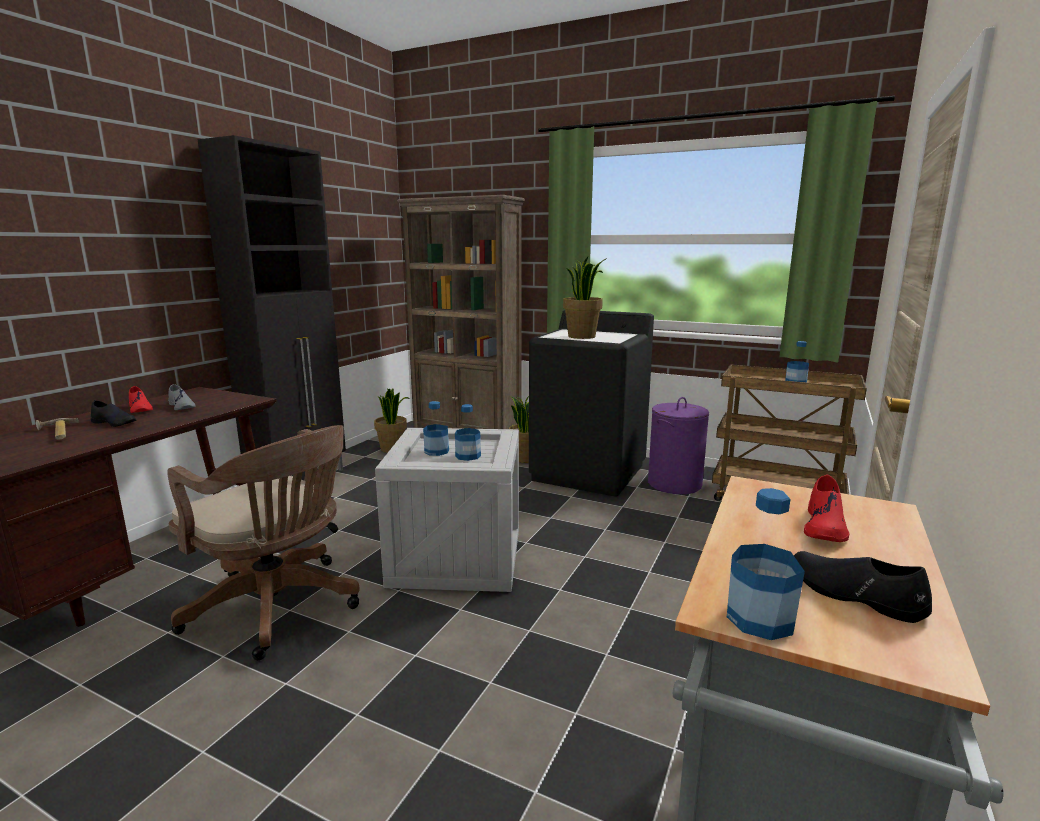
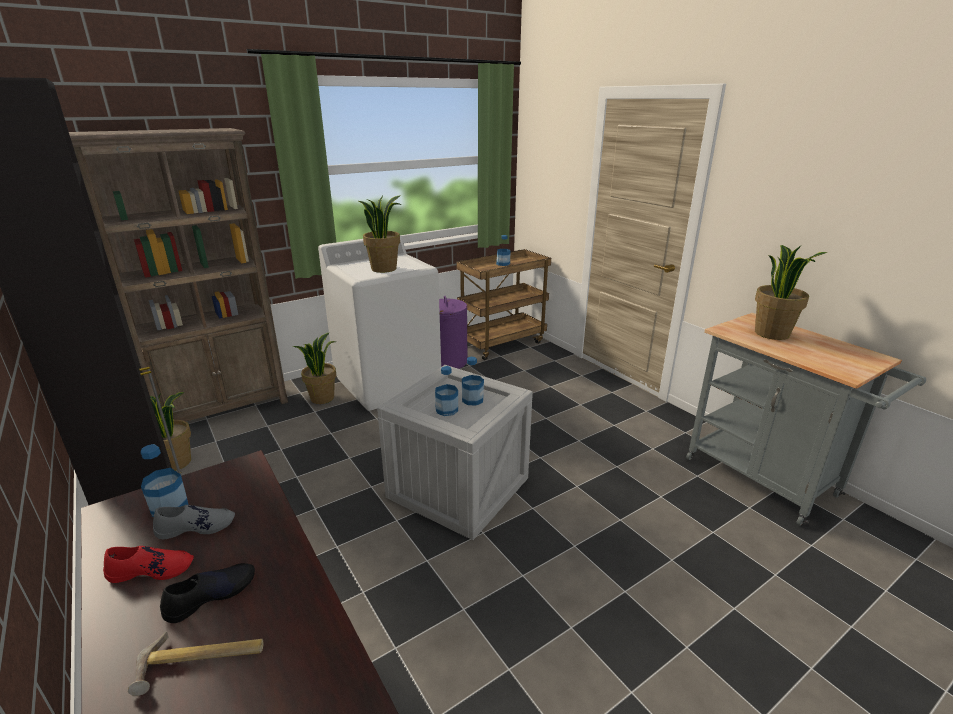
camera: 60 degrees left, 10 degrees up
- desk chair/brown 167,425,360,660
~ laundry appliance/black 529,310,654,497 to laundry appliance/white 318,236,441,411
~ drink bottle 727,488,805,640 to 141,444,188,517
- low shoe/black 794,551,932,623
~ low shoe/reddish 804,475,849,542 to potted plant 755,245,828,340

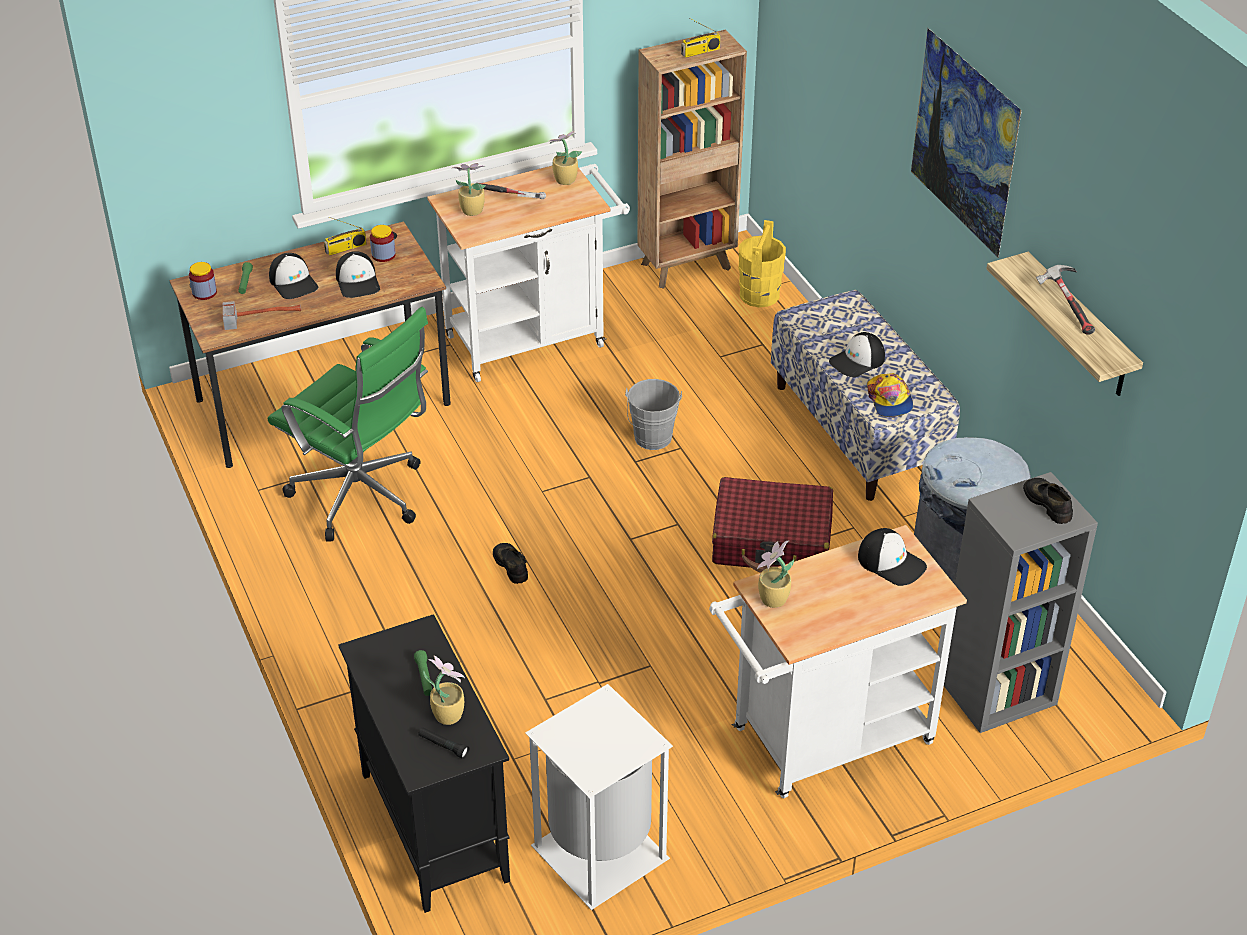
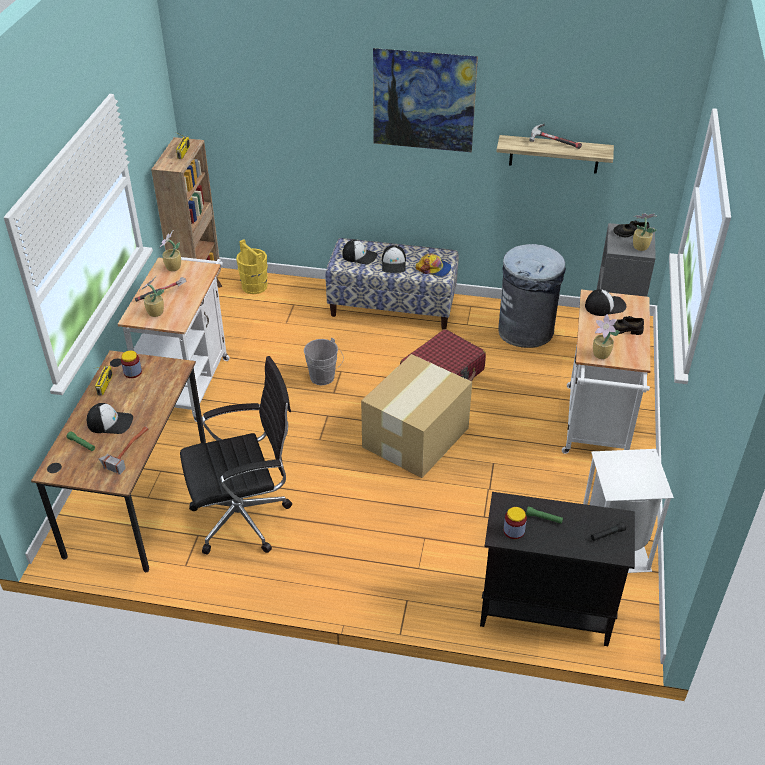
camera: 55 degrees left, 0 degrees up
~ storage jar 189,262,217,300 to 503,507,527,539
~ desk chair/green-coloured 268,307,428,541 to desk chair/black 180,356,292,555
~ peaked cap 336,251,380,298 to 342,239,377,264
~ potted plant 423,656,465,725 to 633,214,657,251
~ low shoe/black 493,543,528,584 to 613,316,644,335
+ carton 361,354,472,478

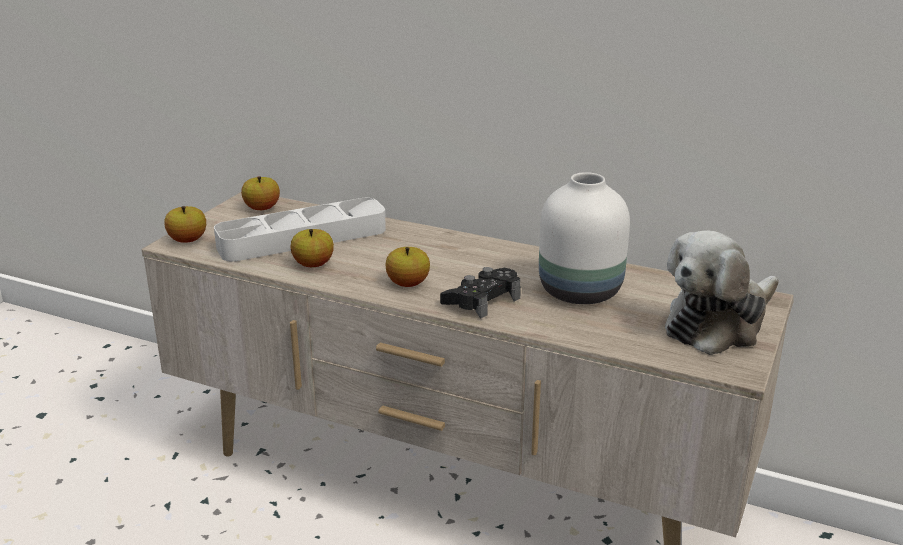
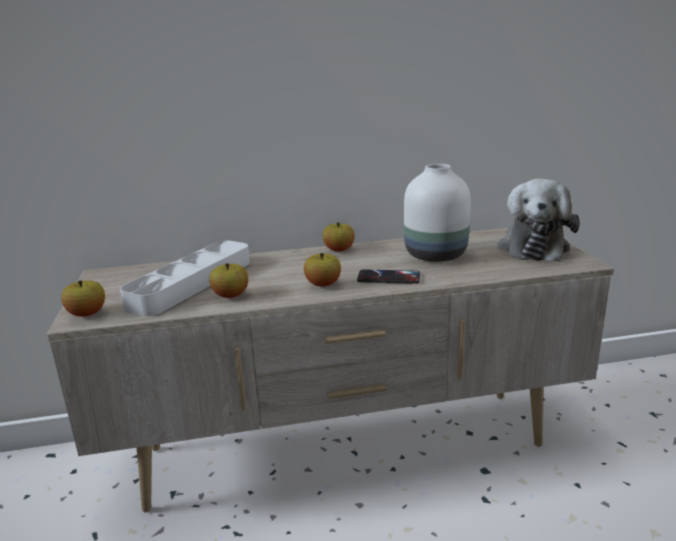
camera: 35 degrees left, 5 degrees down
~ whole apple 241,176,280,210 to 323,222,355,252
~ joypad/black 440,267,521,319 to phone 357,270,420,284

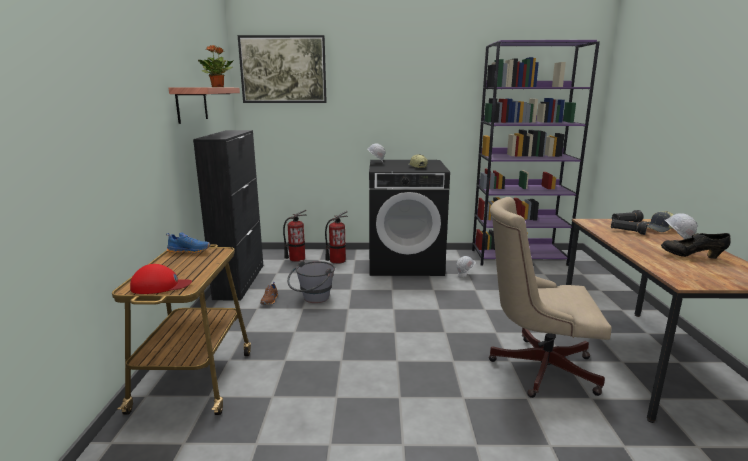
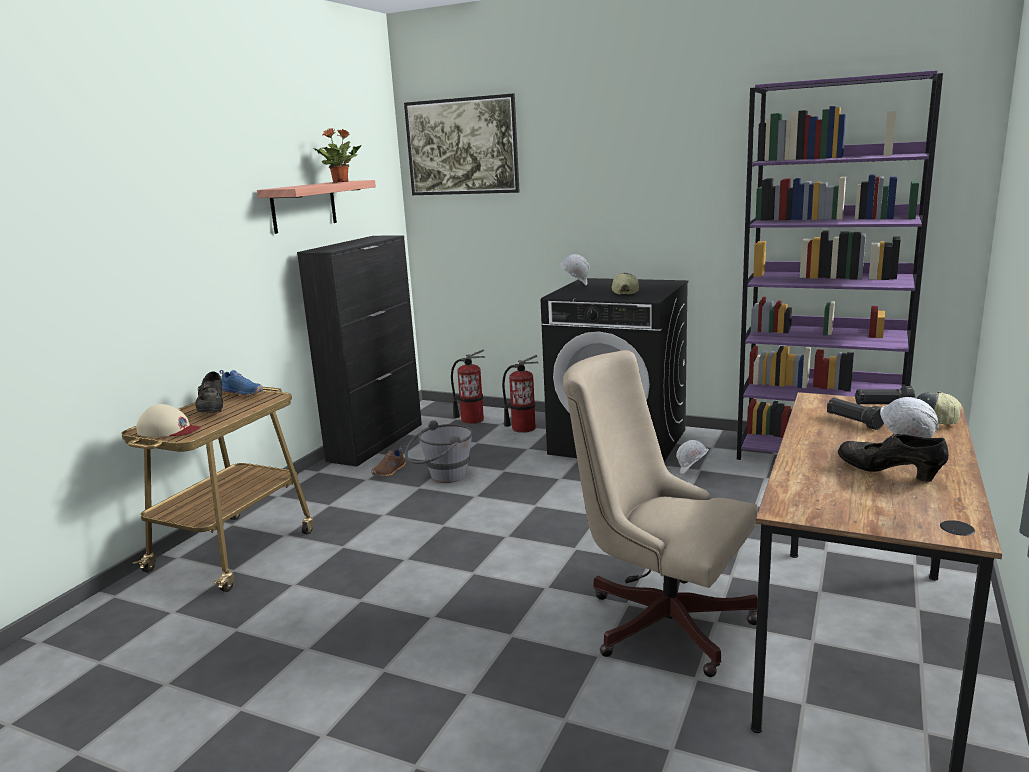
camera: 25 degrees right, 0 degrees up
~ peaked cap/reddish 130,264,192,294 to peaked cap/beige 136,404,201,437
+ low shoe/black 195,372,223,413

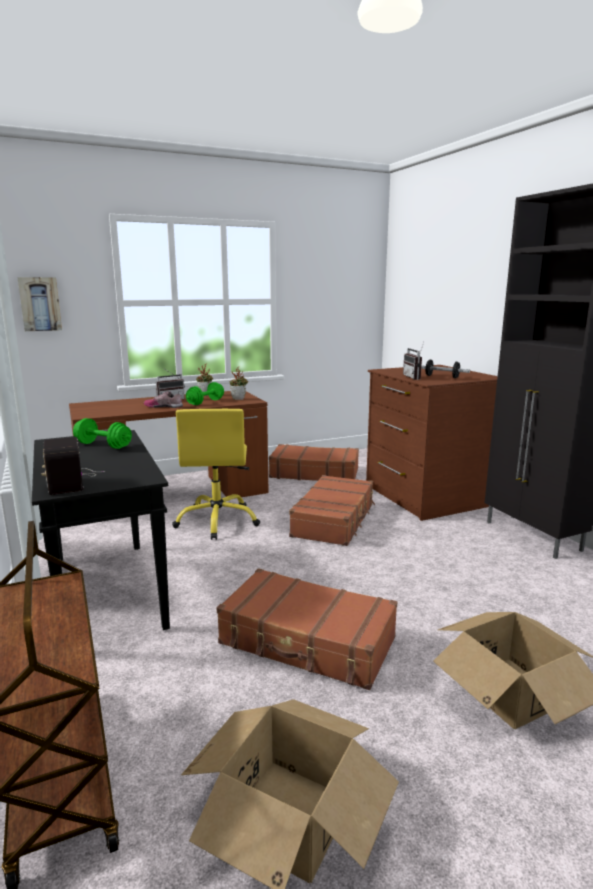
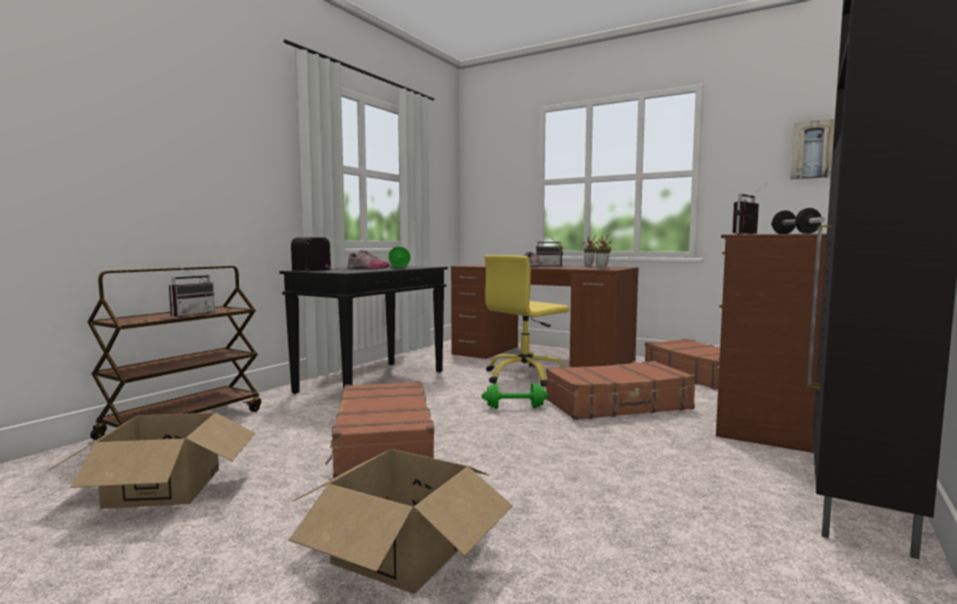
camera: 55 degrees right, 10 degrees down
~ wall picture 17,277,62,331 to 790,119,835,180
~ free weight/green-coloured 186,382,224,405 to 482,383,548,409
+ radio 169,265,215,317
+ low shoe 347,250,390,269

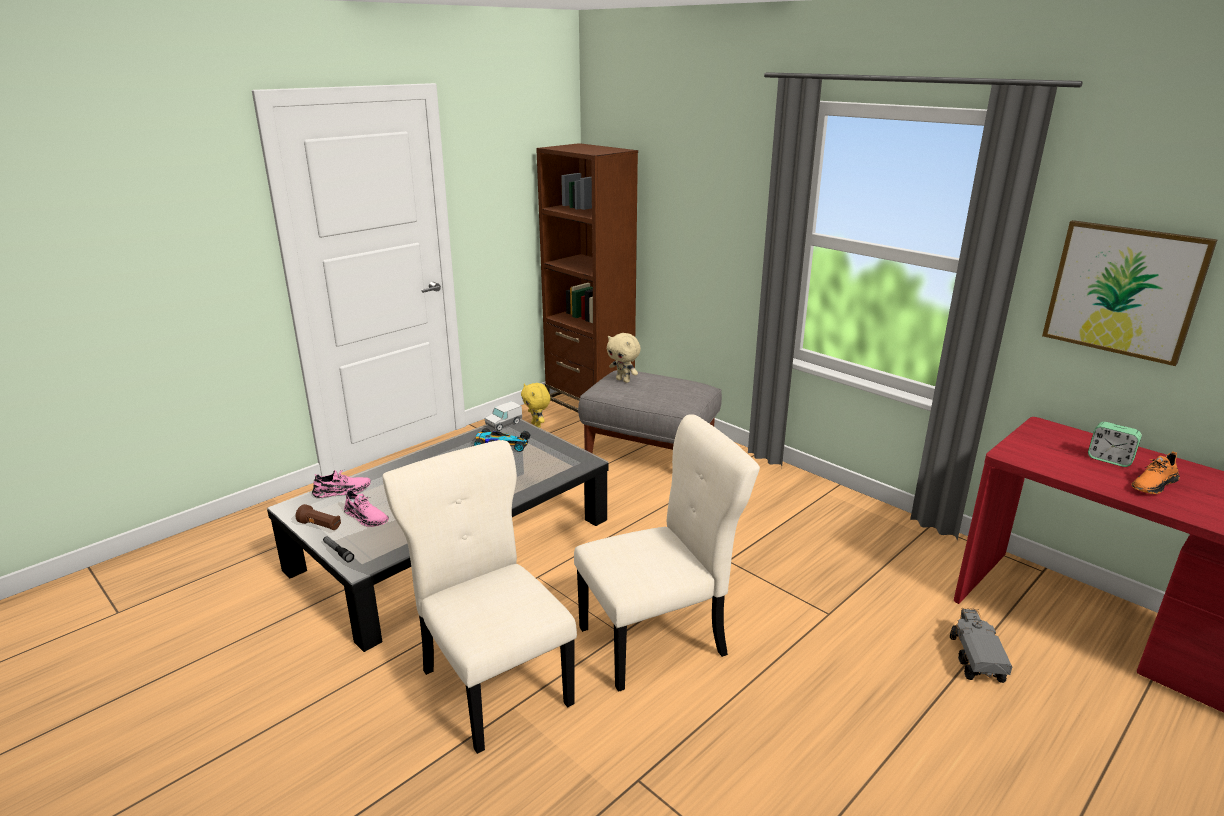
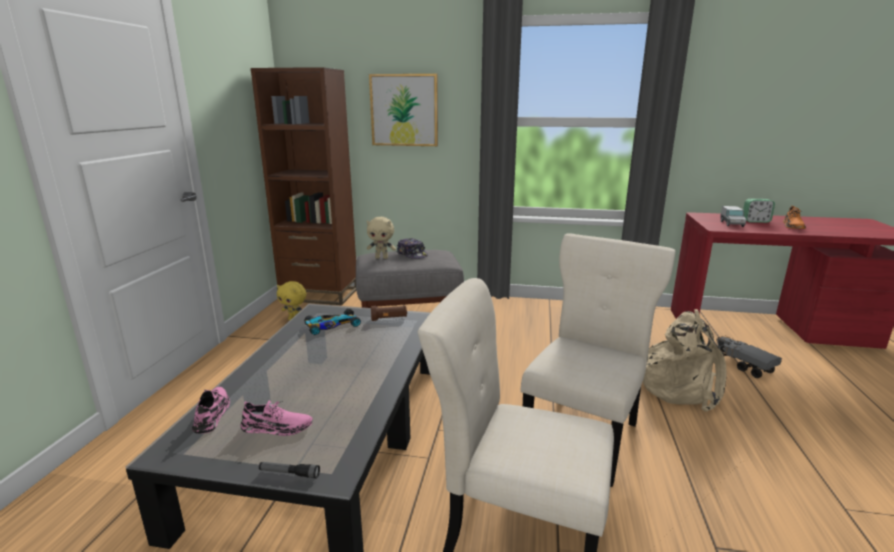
camera: 35 degrees left, 5 degrees down
~ torch/brown 295,504,341,530 to 371,306,407,321
~ low shoe/pink-coloured 312,470,371,498 = 192,387,230,434 45 degrees counterclockwise
~ model truck 485,401,522,431 to 720,206,747,227
~ wall picture 1042,220,1218,366 to 369,74,438,146
+ peaked cap 397,238,428,259
+ knapsack/beige 643,309,726,412

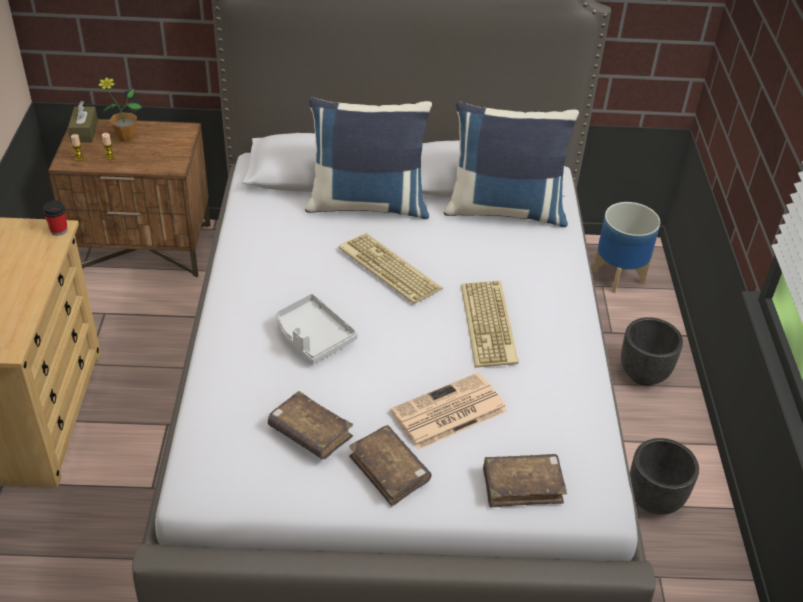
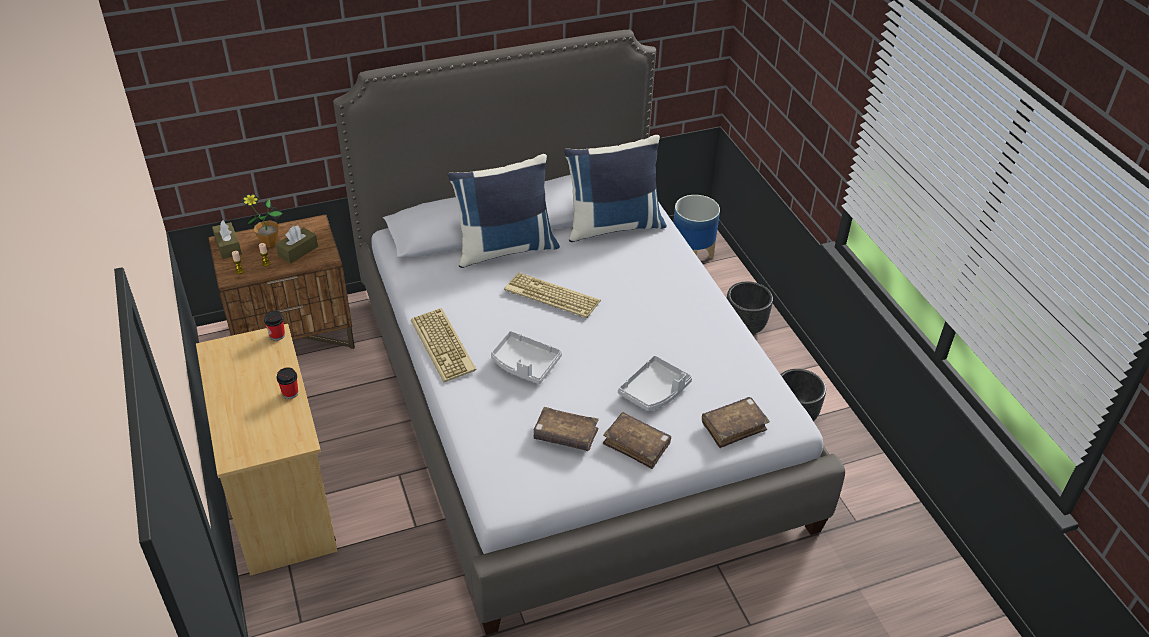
camera: 20 degrees left, 0 degrees up
~ printed paper 390,373,507,450 to tray/grey 618,355,692,411
~ computer keyboard 461,281,519,368 to 411,308,476,383
+ tissue box/brown 276,225,318,264
+ small cup 276,368,298,399

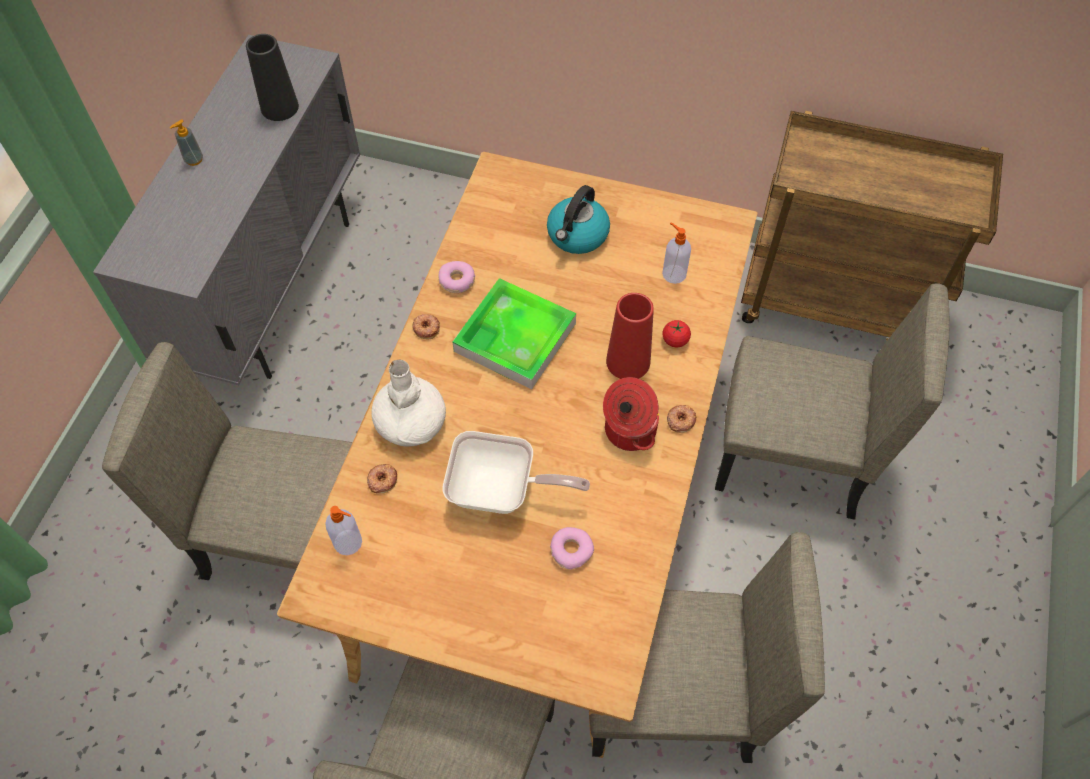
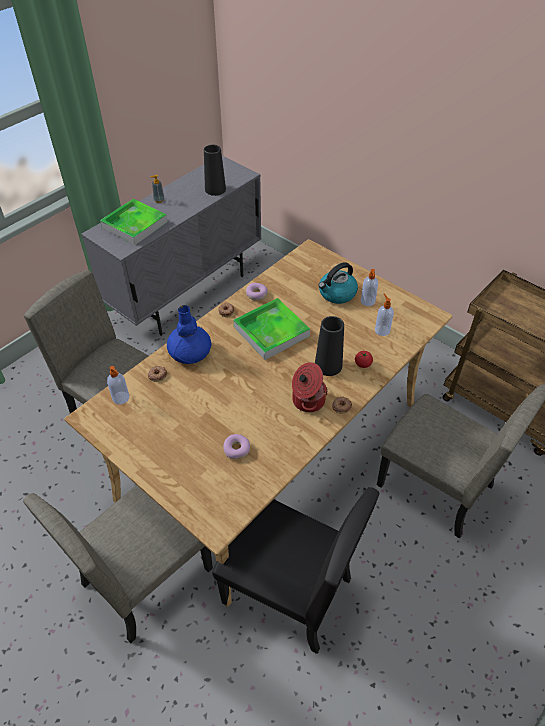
camera: 25 degrees right, 10 degrees down
~ decorative vase/white 372,360,446,447 to decorative vase/bluish 167,305,212,364
- skillet 442,431,590,514
~ plain chair/beige 589,532,825,763 to plain chair/black 212,487,380,654
~ decorative vase/reddish 606,293,654,379 to decorative vase/black 315,316,344,376
+ tray 100,199,168,245
+ liquid soap bottle 361,269,378,306

